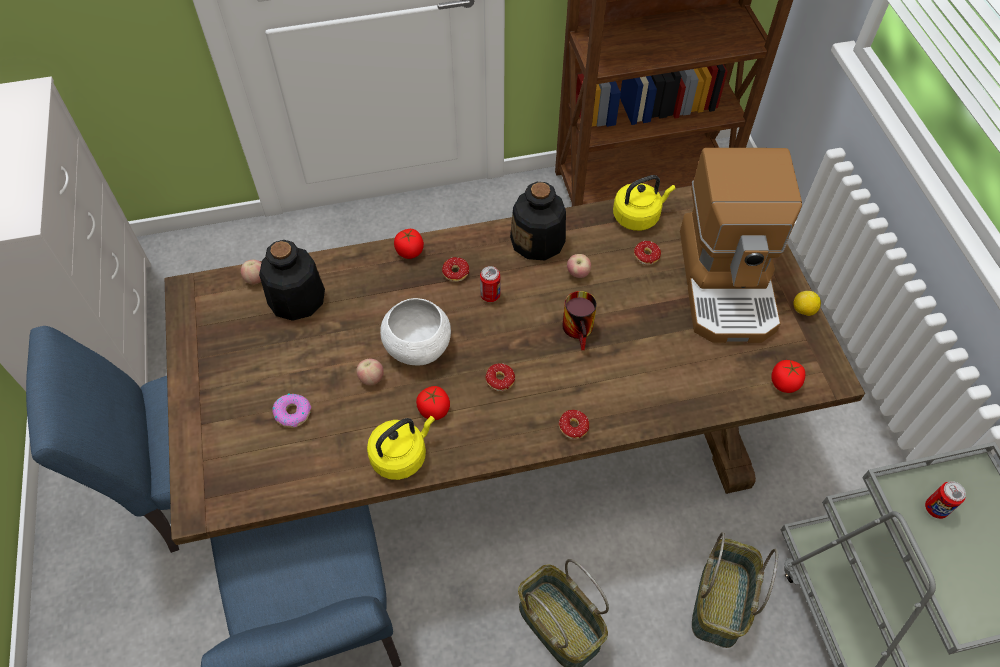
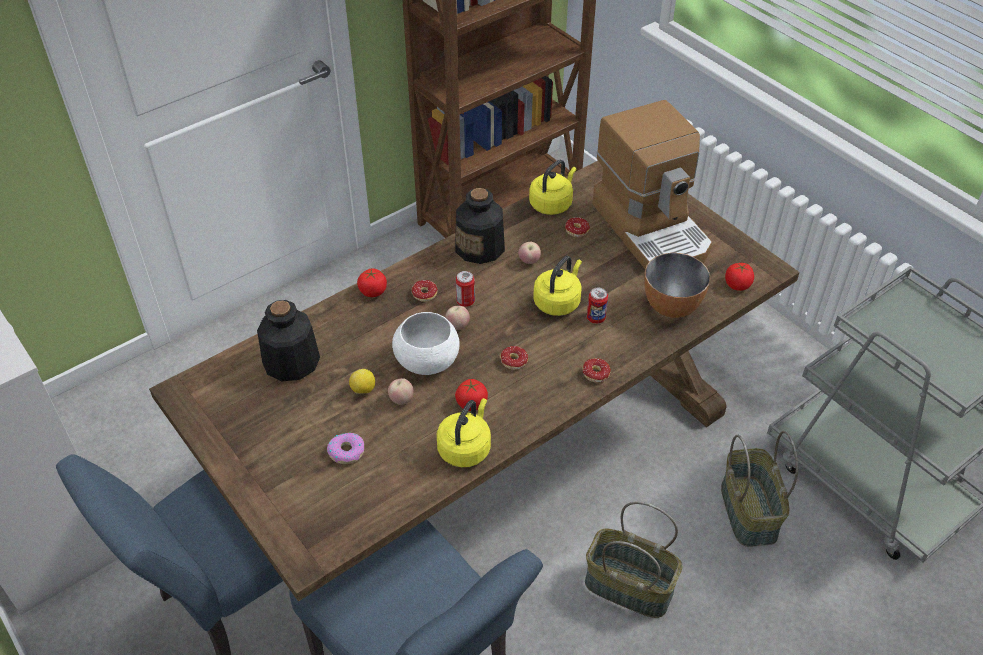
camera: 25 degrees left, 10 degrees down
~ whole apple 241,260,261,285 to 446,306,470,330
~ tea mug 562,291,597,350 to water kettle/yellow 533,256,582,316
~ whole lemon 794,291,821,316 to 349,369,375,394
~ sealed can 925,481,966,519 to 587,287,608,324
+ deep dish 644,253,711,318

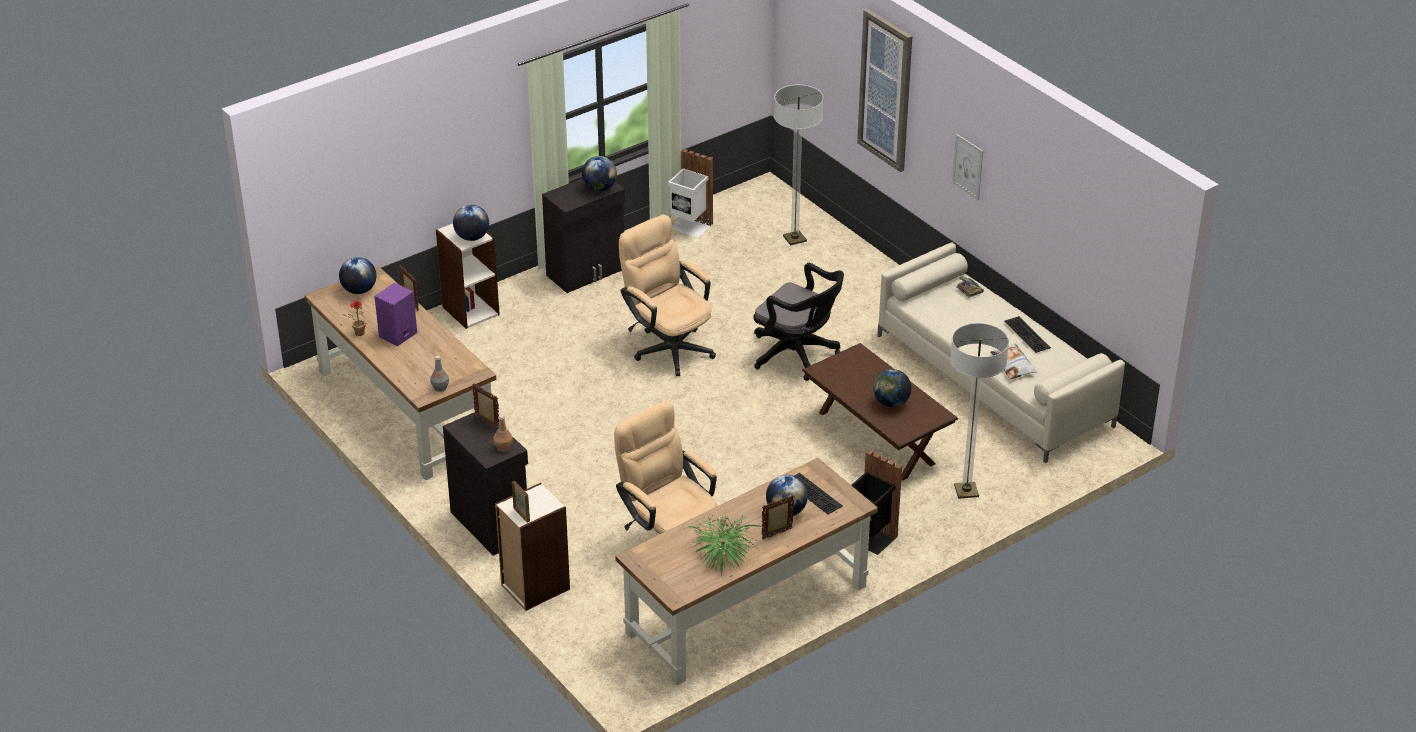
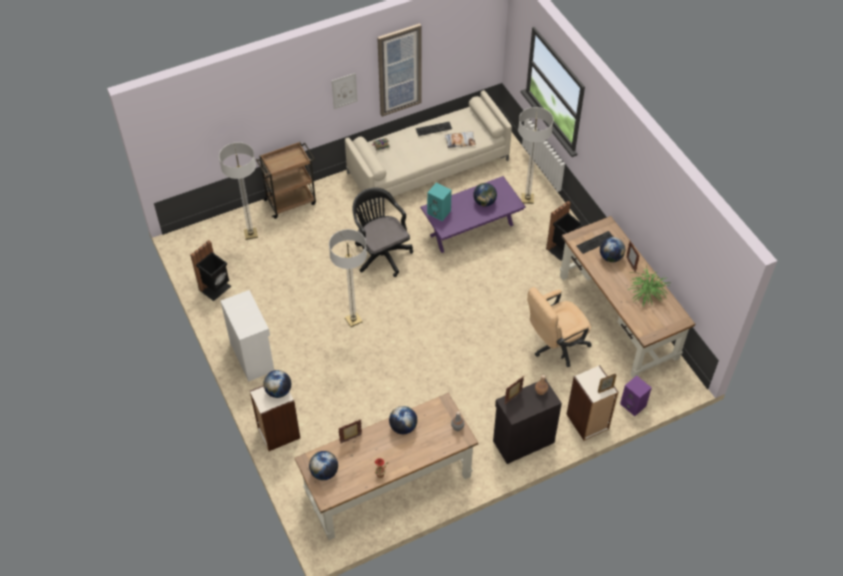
camera: 80 degrees left, 15 degrees up
~ speaker/purple 375,283,417,346 to 620,375,652,416
~ cabinet/black 542,179,625,293 to cabinet/white 221,290,274,382
~ world globe 582,156,617,191 to 389,406,417,434
~ desk chair/beige 619,214,716,376 to standard lamp 329,229,367,327
~ waste bin/white 668,149,713,238 to waste bin/black 190,240,231,301
~ desk chair/black 754,263,844,381 = 352,187,413,277 75 degrees counterclockwise
~ lounge table/brown 802,343,958,481 to lounge table/purple 420,176,526,253
~ wall picture 857,9,912,172 to 377,23,421,117
+ wheeled cart/brown 256,142,316,219
+ speaker/blue-green 427,183,452,221

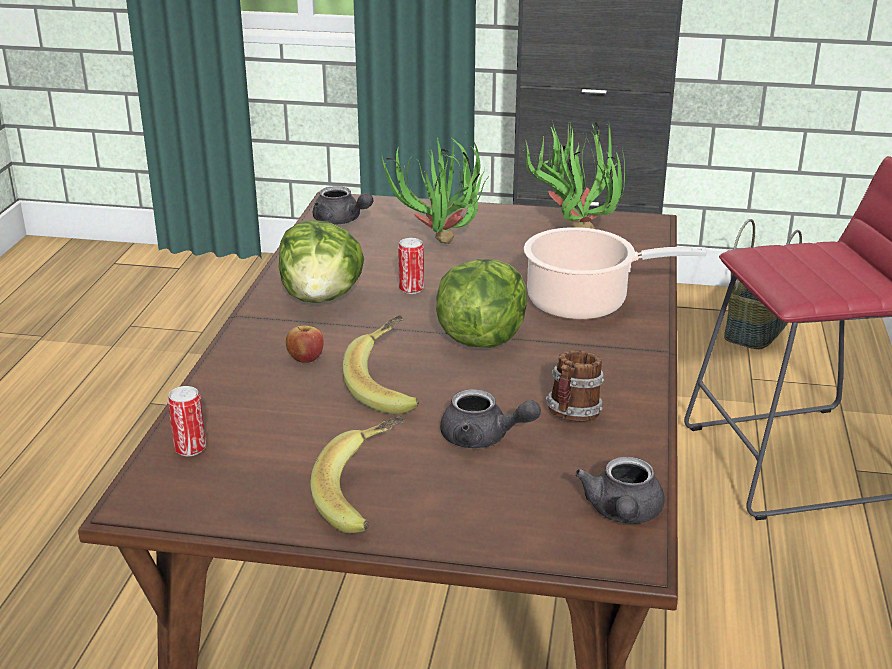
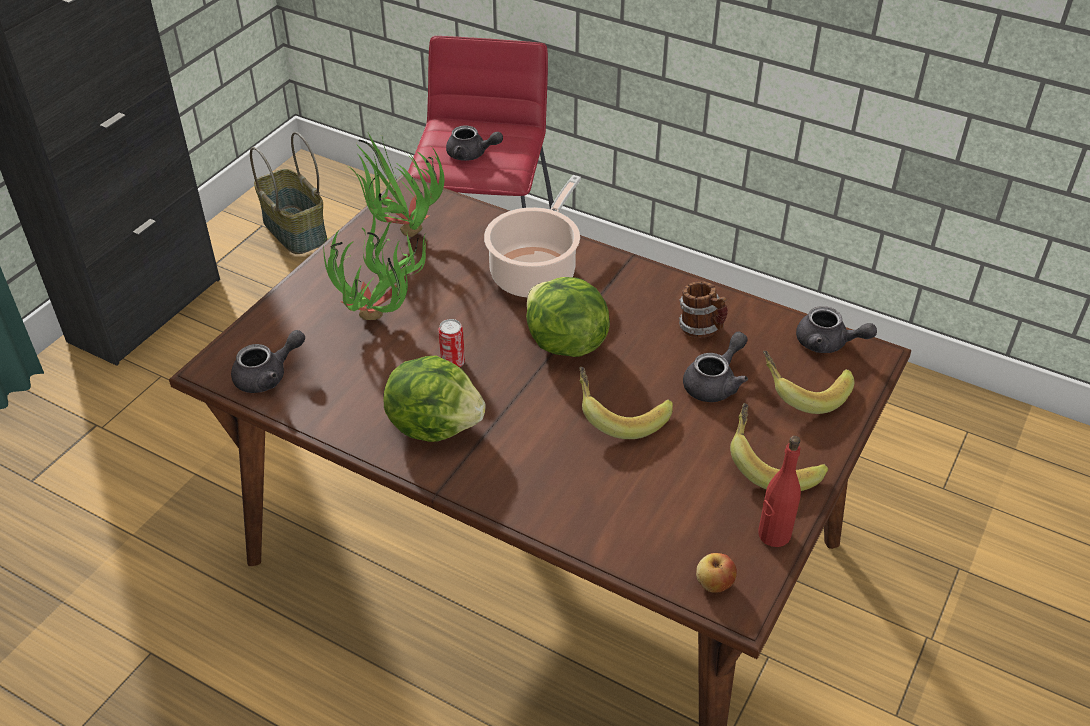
camera: 70 degrees left, 15 degrees up
- sealed can 167,386,206,456
~ whole apple 286,326,323,363 to 696,553,737,593
+ pot for tea/grey 446,125,503,161
+ drink bottle/reddish 758,436,801,547
+ banana 763,351,854,414

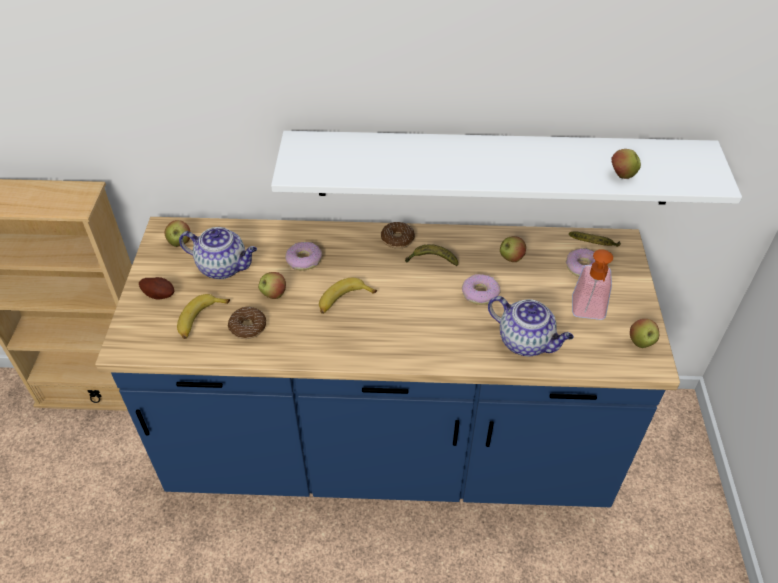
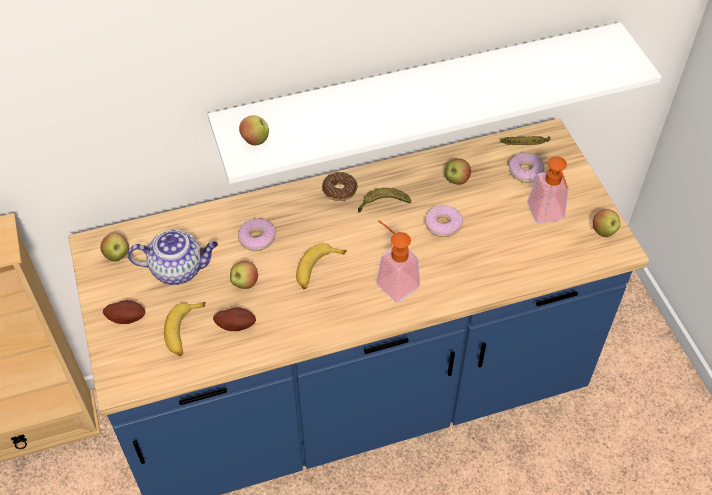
camera: 20 degrees left, 5 degrees up
~ ring doughnut 228,307,266,339 to whole potato 213,307,256,331
- pot for tea 488,296,574,357
~ whole apple 611,149,641,179 to 239,115,269,145
+ liquid soap bottle 376,220,420,302

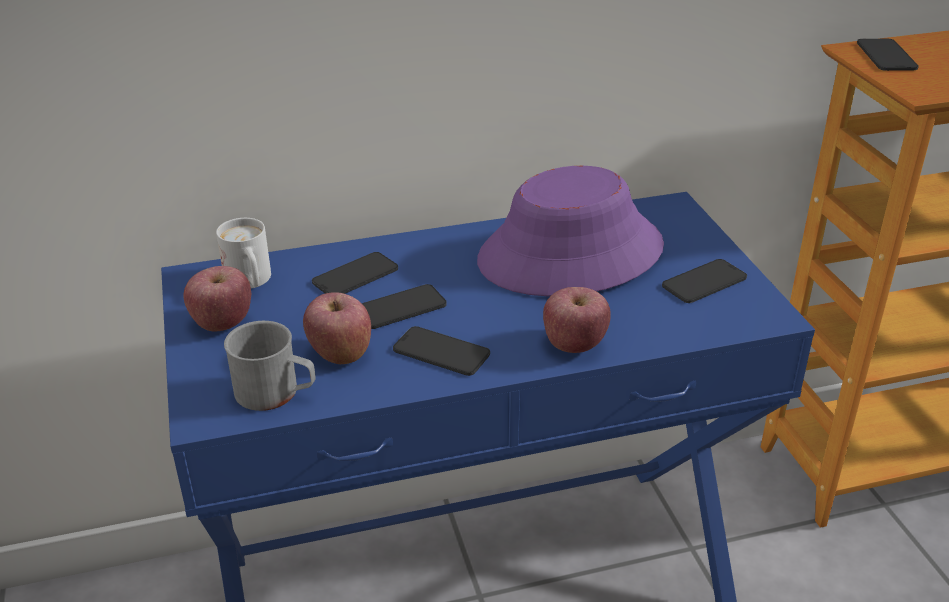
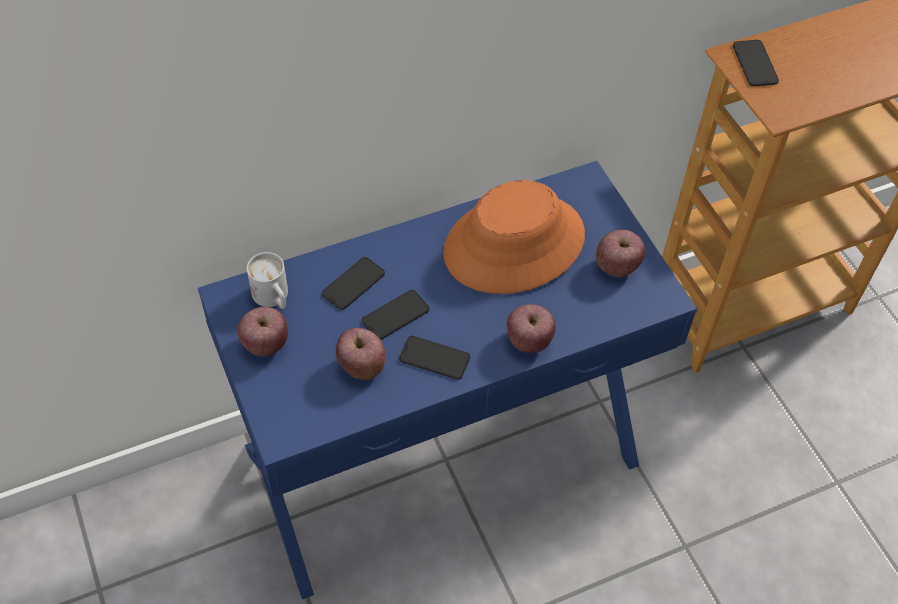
camera: 10 degrees left, 20 degrees up
- tea mug/grey 224,321,315,411
~ hat/purple 477,166,664,296 to hat/orange 443,180,585,294
~ phone 662,259,747,303 to whole apple 596,230,646,277

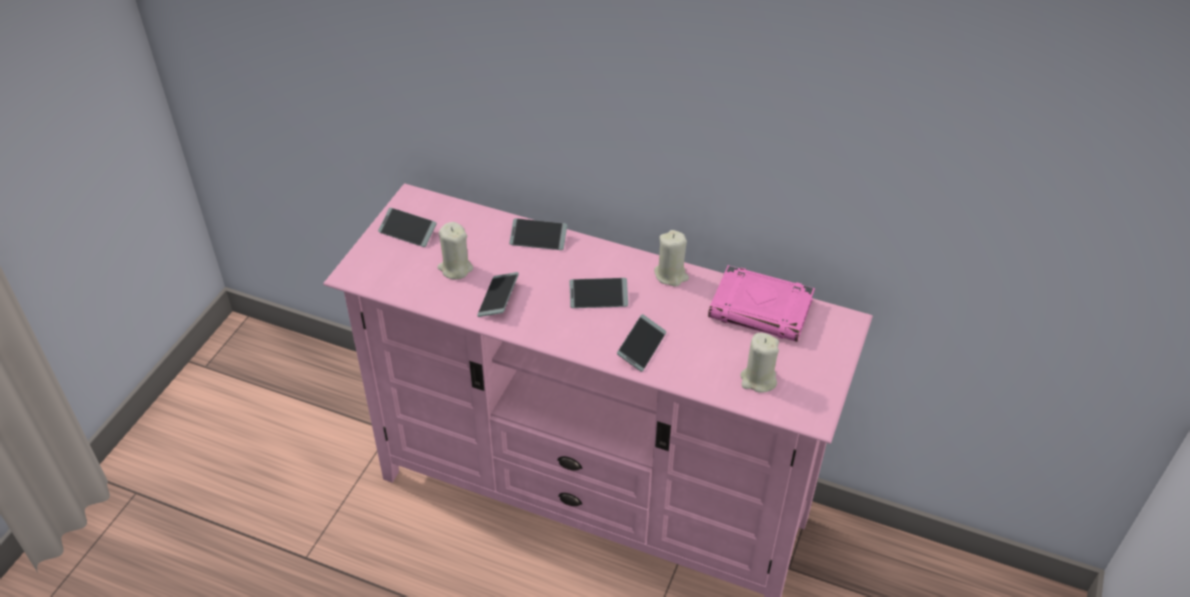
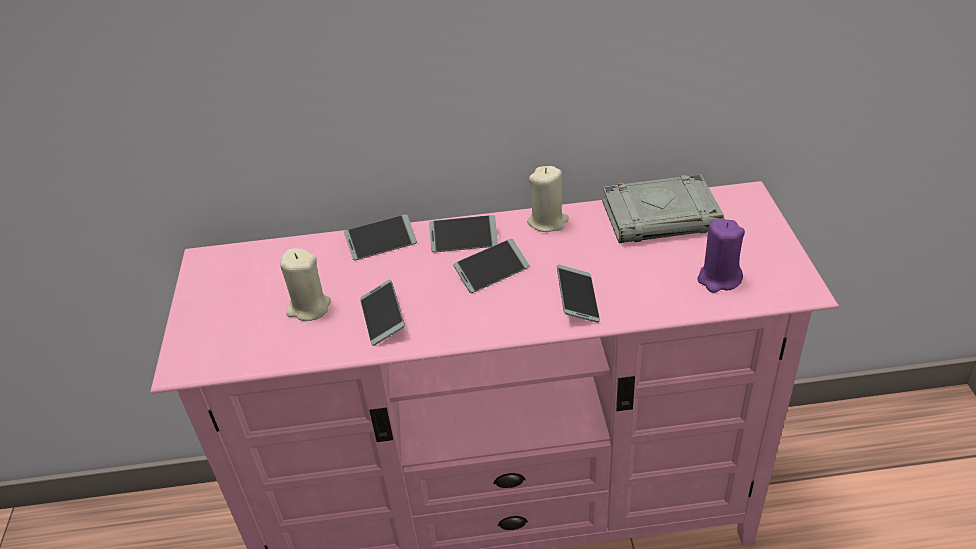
camera: 25 degrees left, 5 degrees down
~ phone 378,208,437,247 to 429,215,498,252
~ book/pink-coloured 708,265,815,342 to book/grey 602,174,724,243
~ candle/beige 740,333,779,393 to candle/purple 697,219,745,293

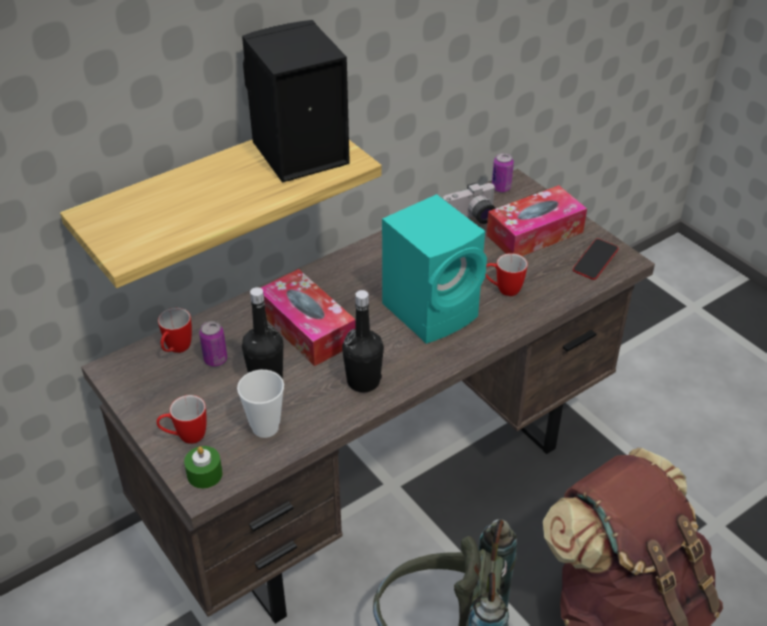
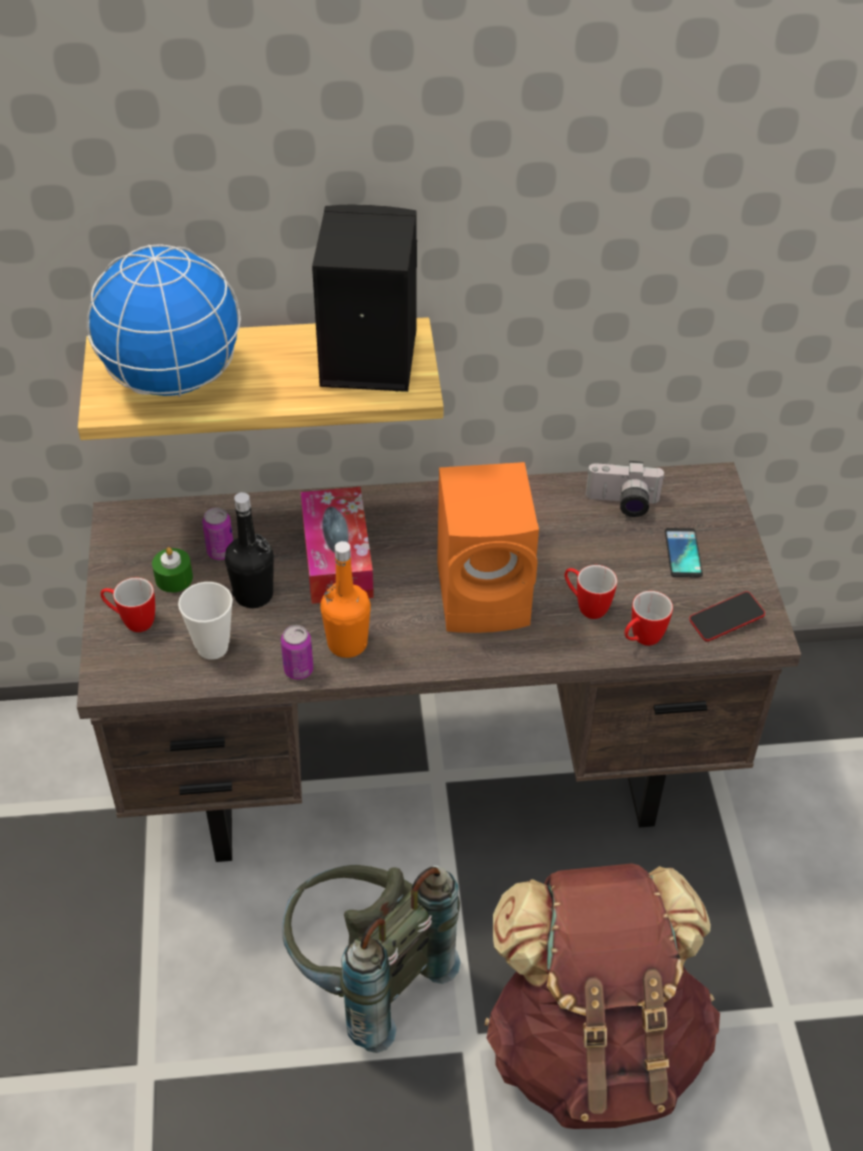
camera: 30 degrees right, 5 degrees up
~ tea mug 158,308,192,353 to 624,591,673,646
~ candle/green-coloured 184,446,223,489 to 152,547,193,593
~ drink bottle/black 342,290,384,393 to drink bottle/orange 320,541,371,658
~ speaker/blue-green 382,194,487,344 to speaker/orange 437,462,539,633
~ tissue box 486,185,587,256 to phone 665,528,703,577
~ sealed can 492,153,514,193 to 281,625,313,680
+ world globe 86,244,241,397

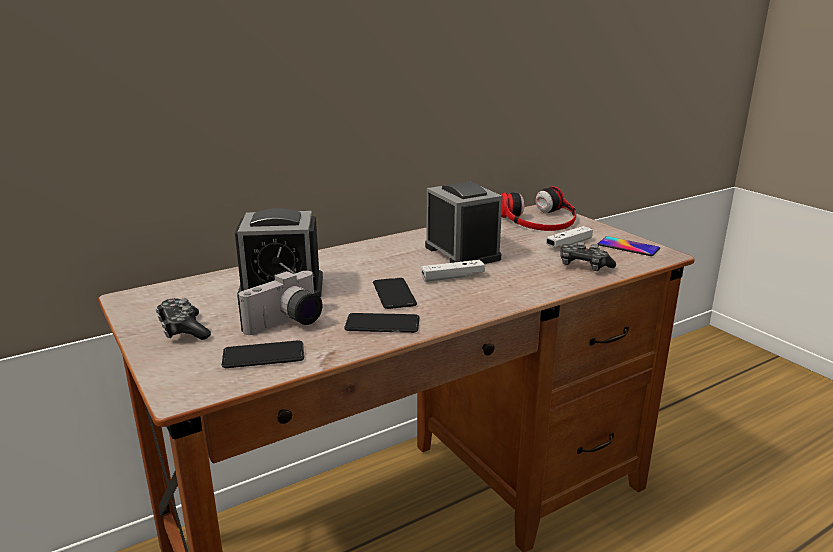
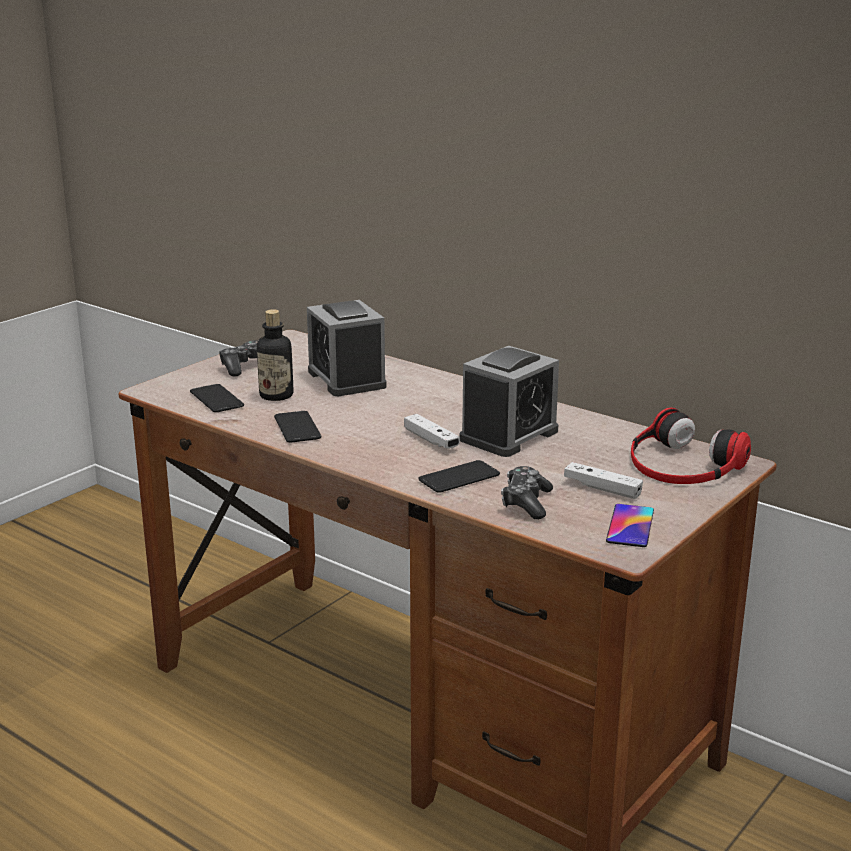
camera: 70 degrees right, 0 degrees up
~ photo camera 238,271,323,335 to drink bottle 257,309,294,401
~ phone 373,278,417,309 to 418,460,500,493

